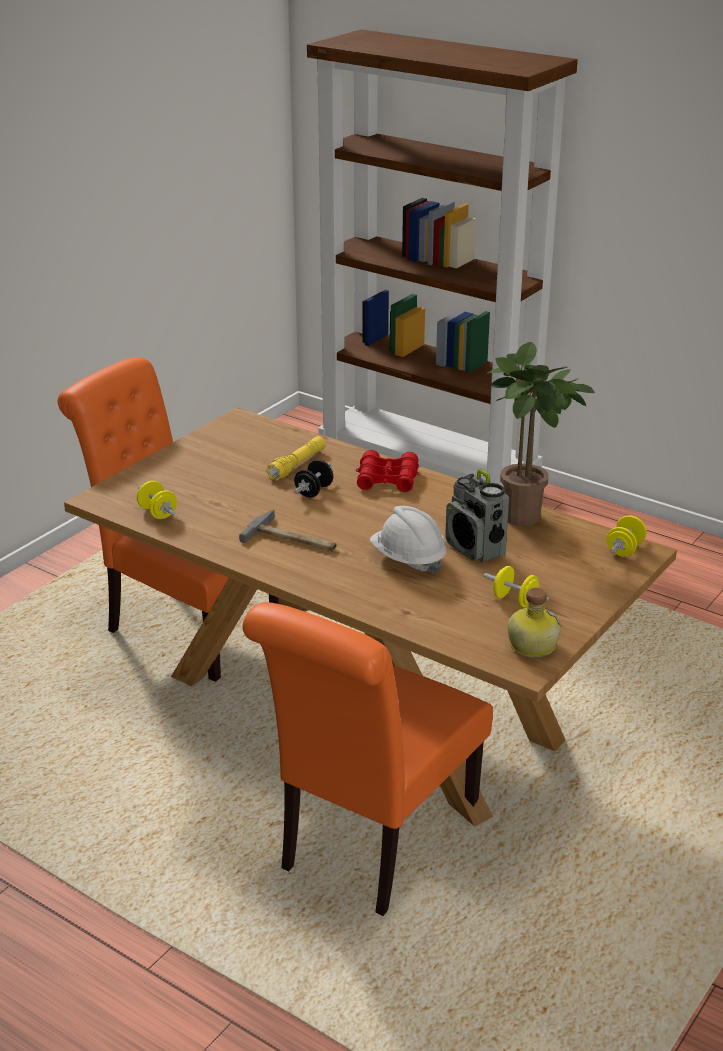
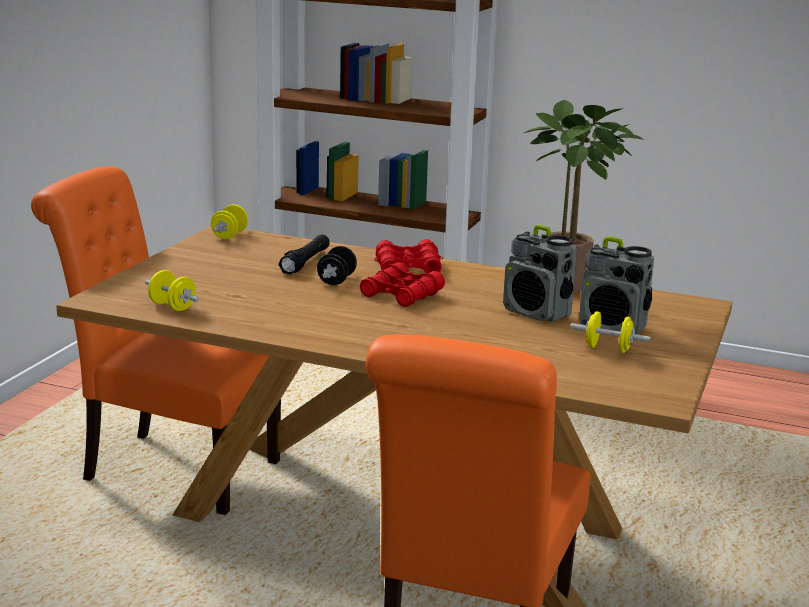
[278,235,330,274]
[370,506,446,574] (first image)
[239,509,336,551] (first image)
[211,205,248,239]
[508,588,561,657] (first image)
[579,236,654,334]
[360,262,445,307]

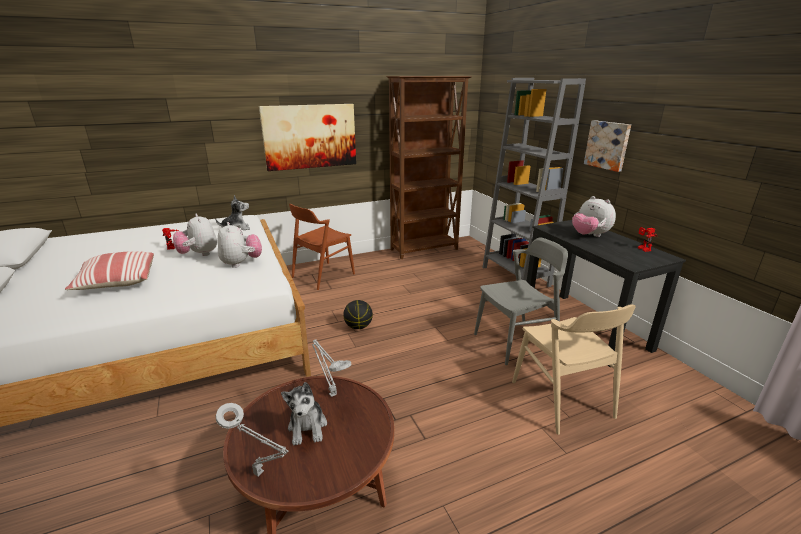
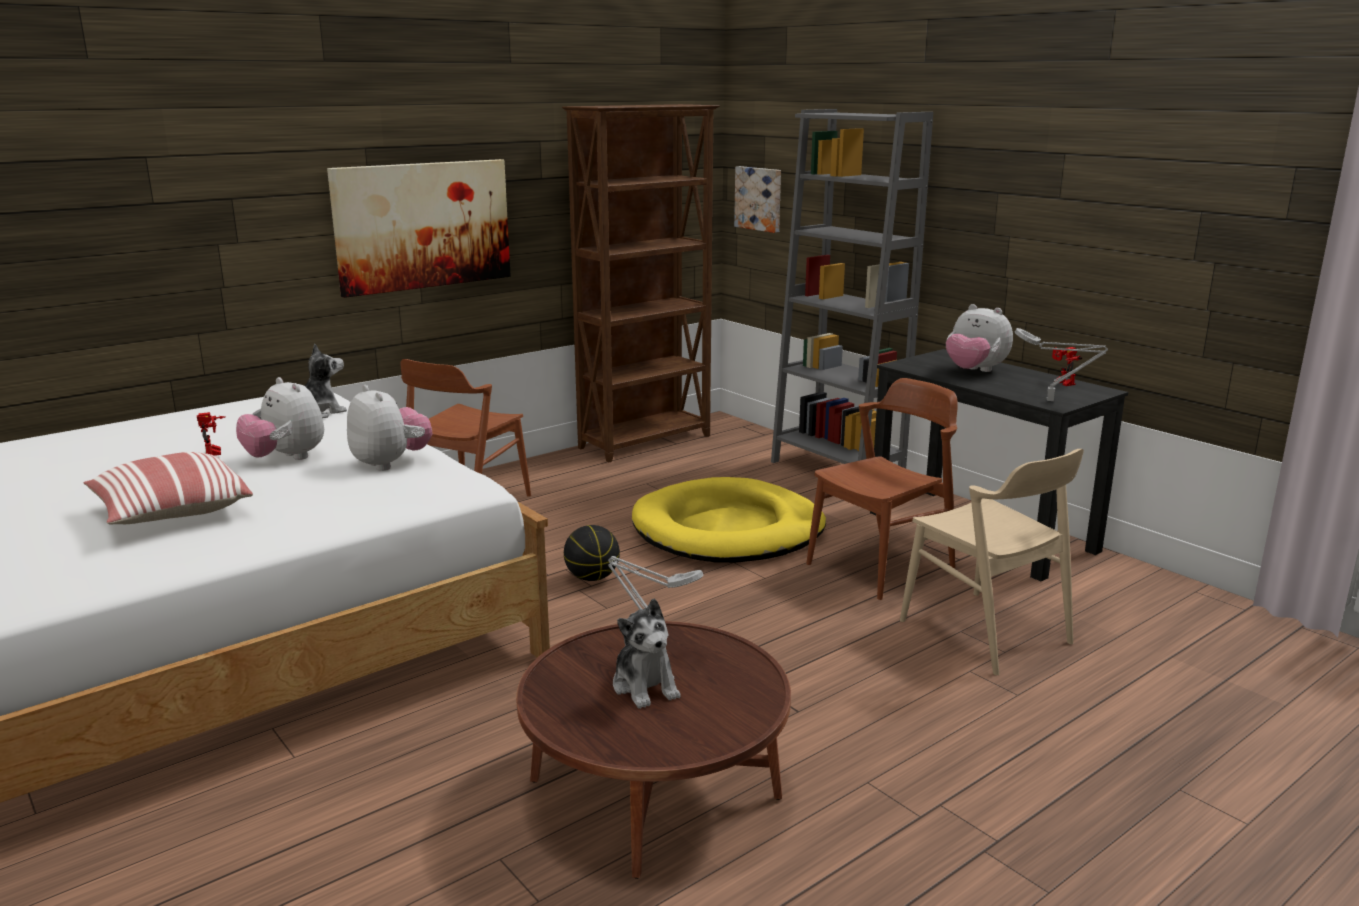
[734,166,781,233]
[806,378,958,600]
[1015,328,1108,401]
[632,477,826,563]

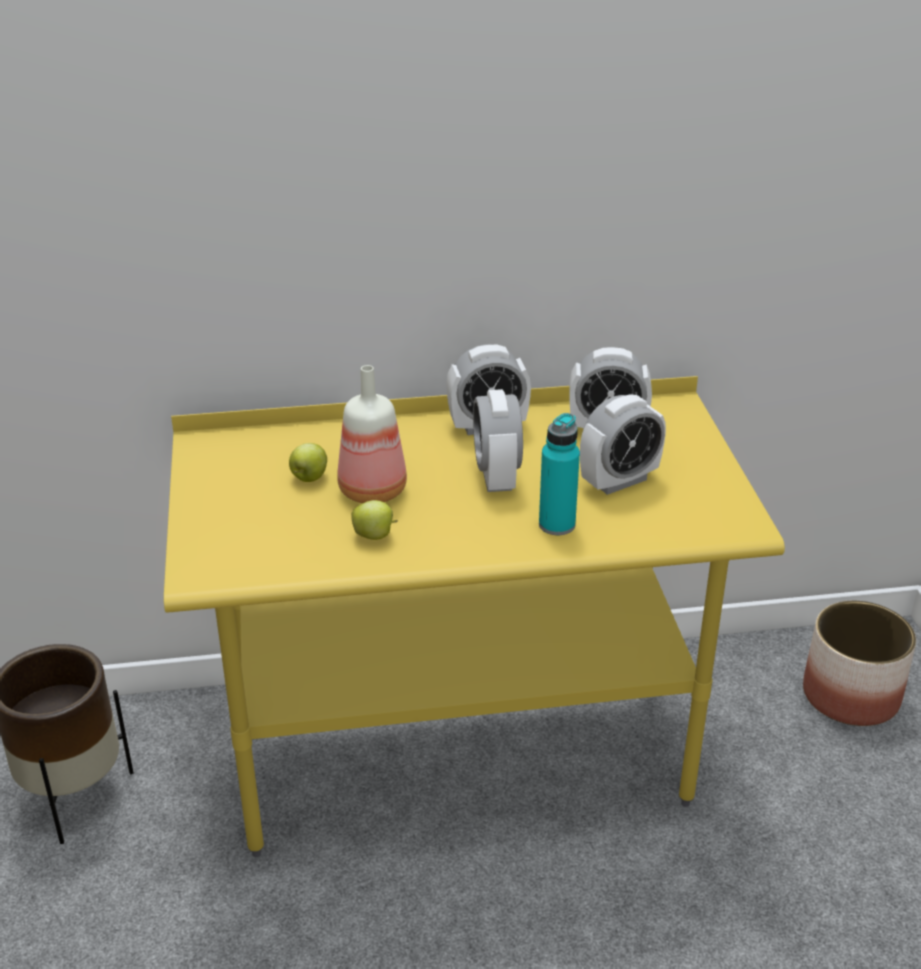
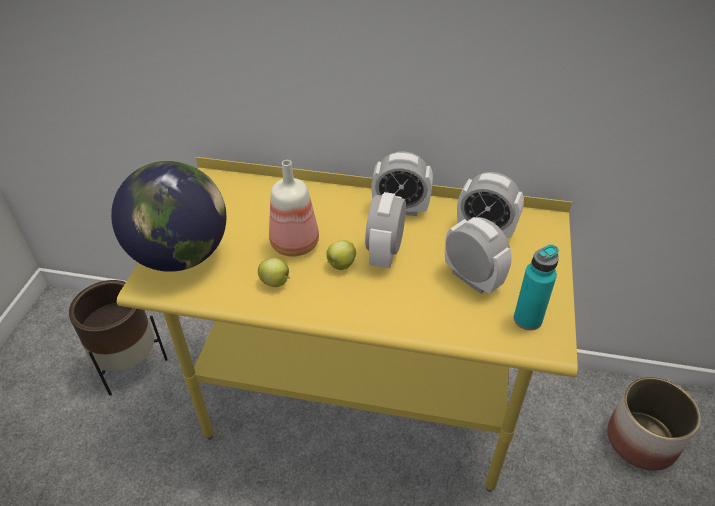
[445,217,512,294]
[514,245,559,330]
[326,240,356,270]
[111,161,226,272]

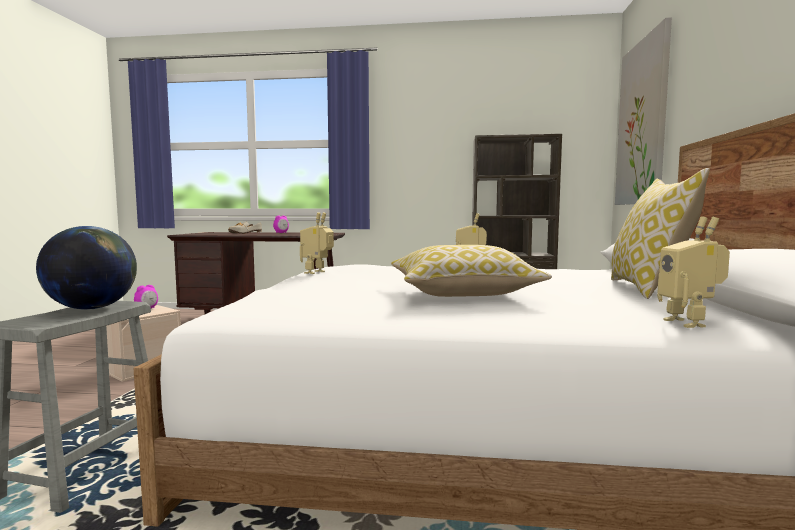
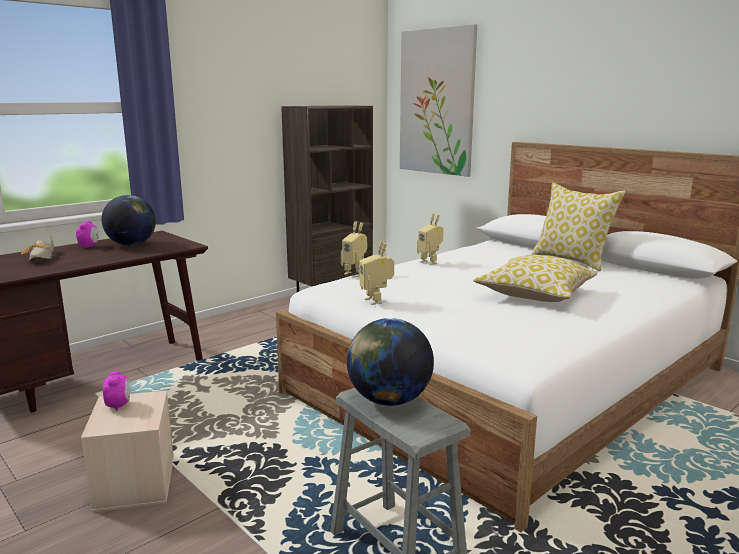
[341,221,367,277]
[101,195,156,246]

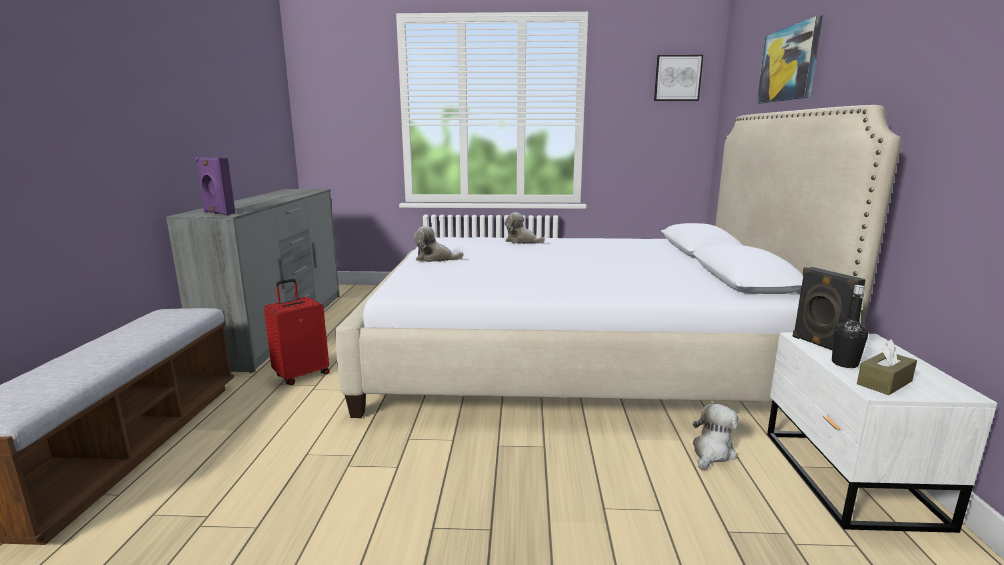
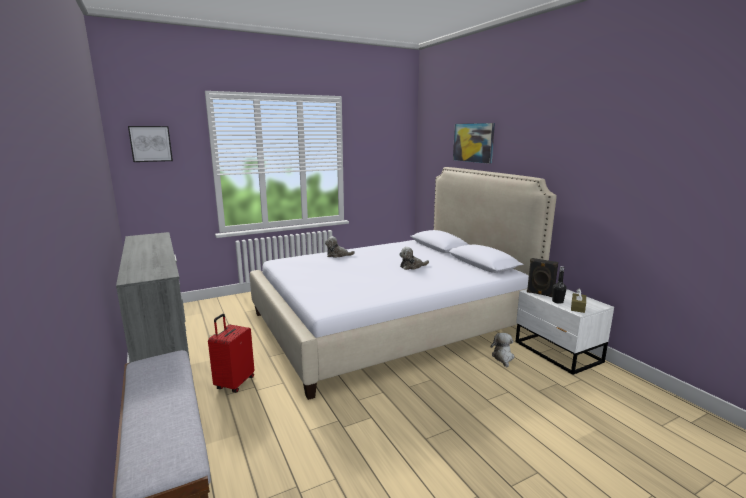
[128,126,173,162]
[195,157,236,215] (first image)
[399,247,429,270]

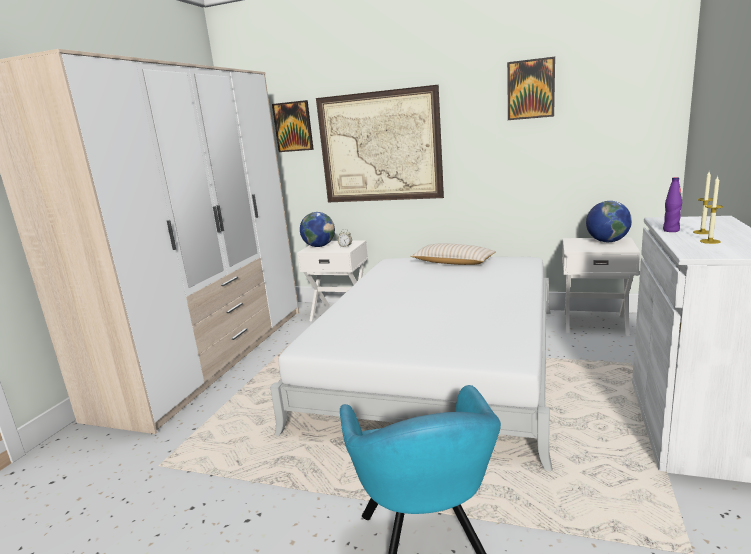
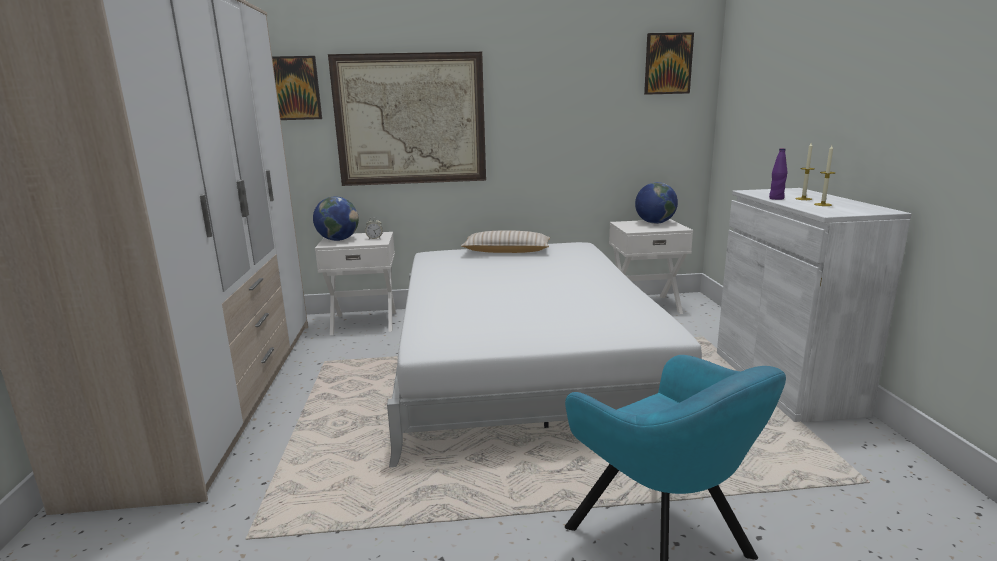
[644,32,694,95]

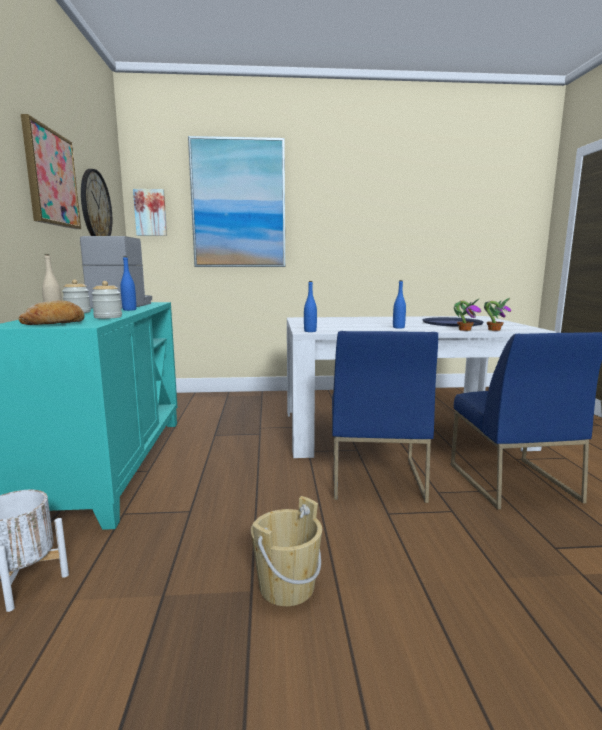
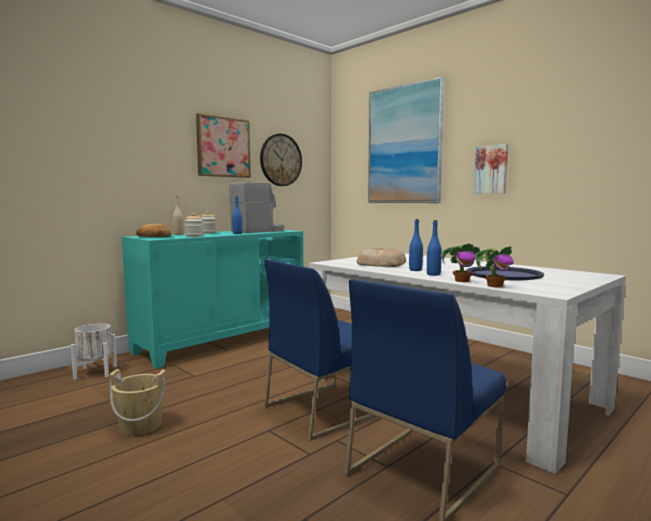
[474,144,508,194]
[427,220,442,276]
[357,248,406,267]

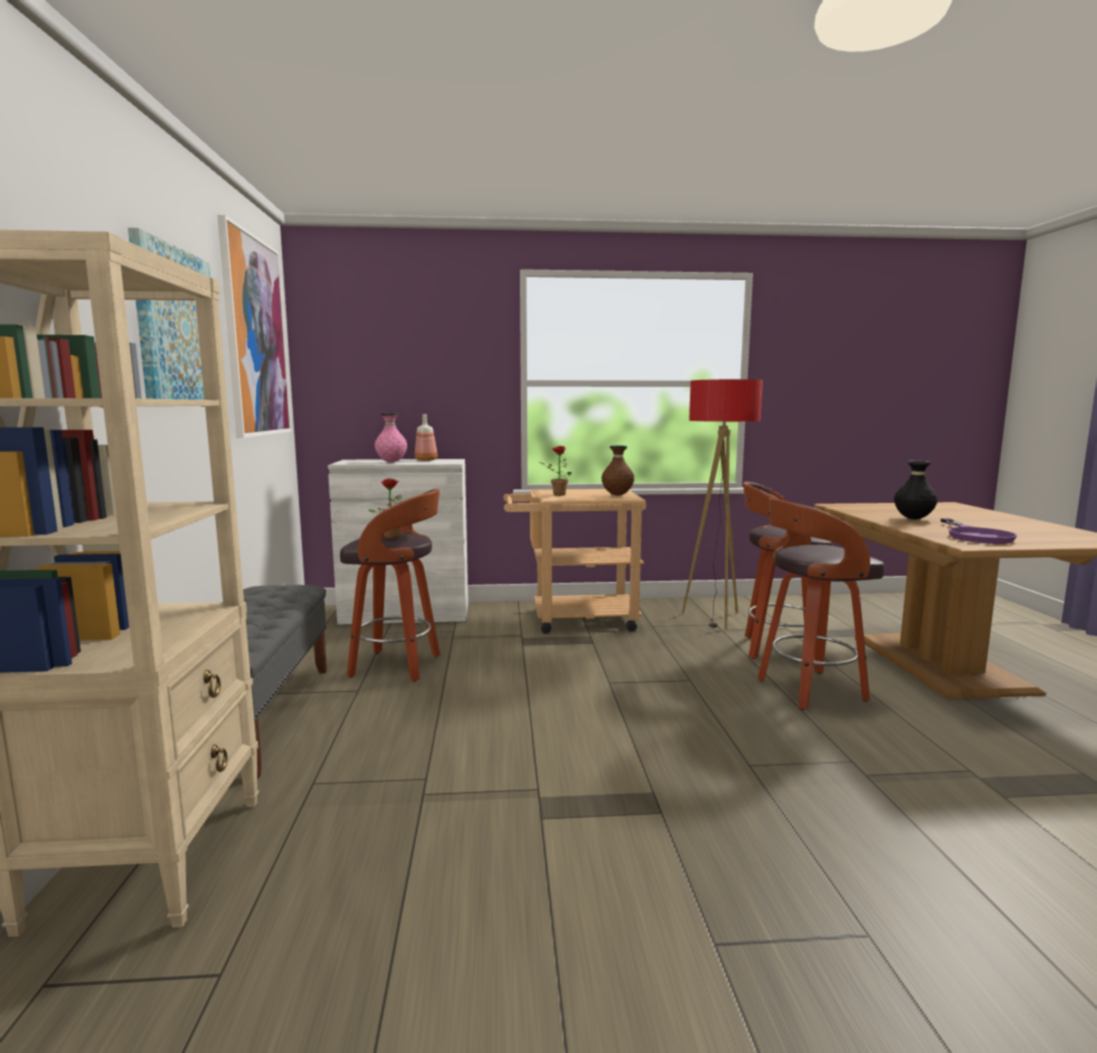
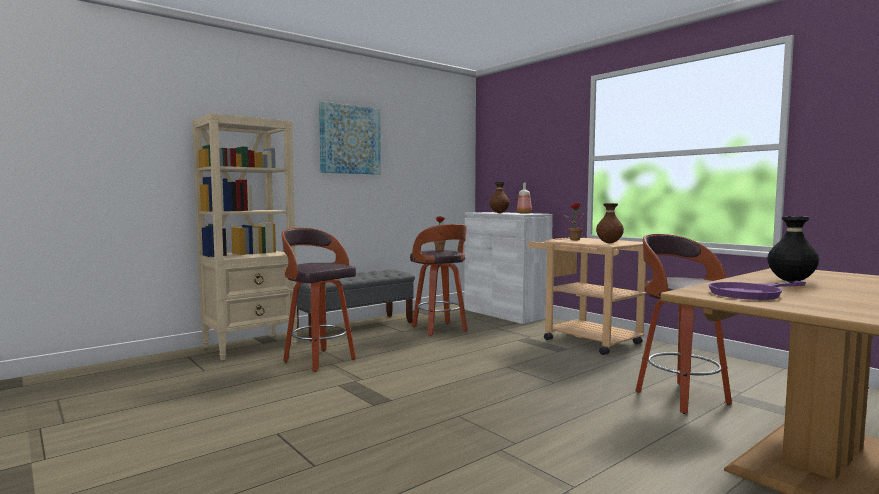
[217,215,291,438] (first image)
[682,379,763,630] (first image)
[489,182,510,213]
[282,227,356,372]

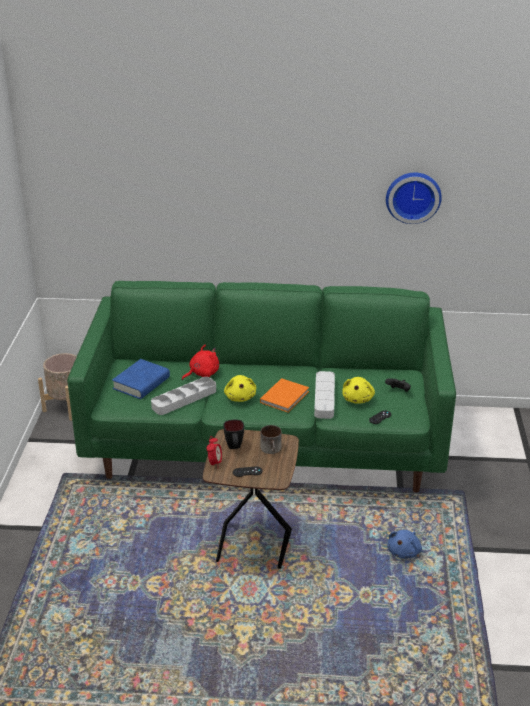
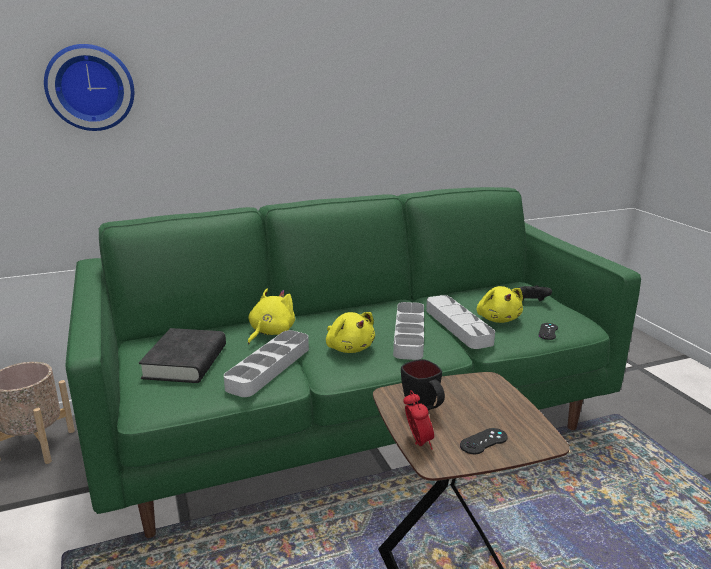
[44,44,134,131]
[248,289,295,344]
[139,328,226,383]
[393,302,424,360]
[260,425,282,454] (first image)
[387,530,422,559] (first image)

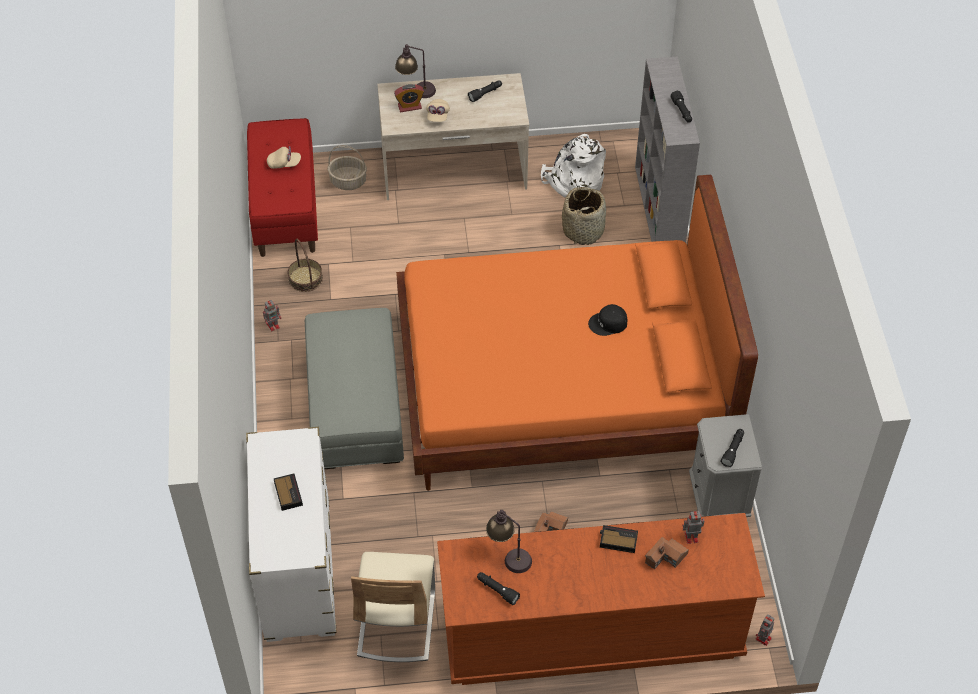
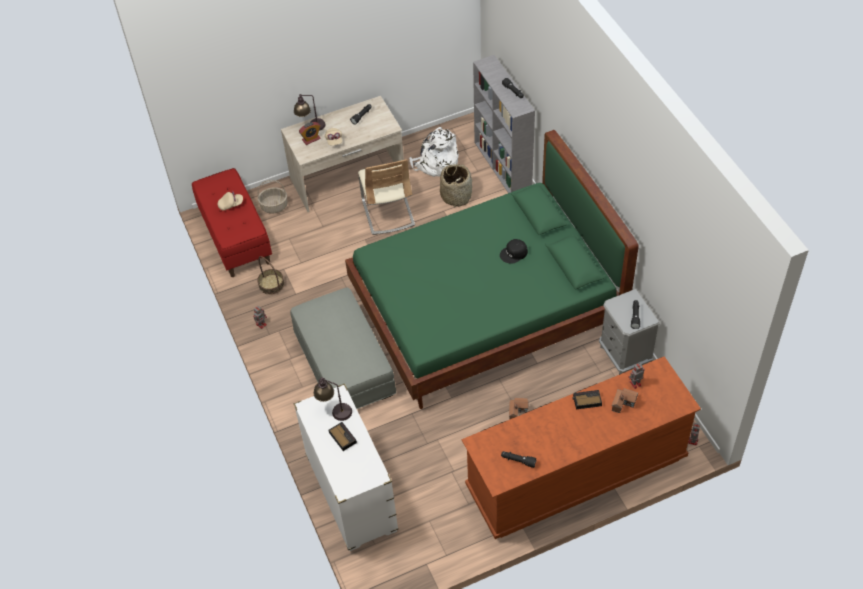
[345,130,639,409]
[313,377,352,421]
[358,159,415,235]

